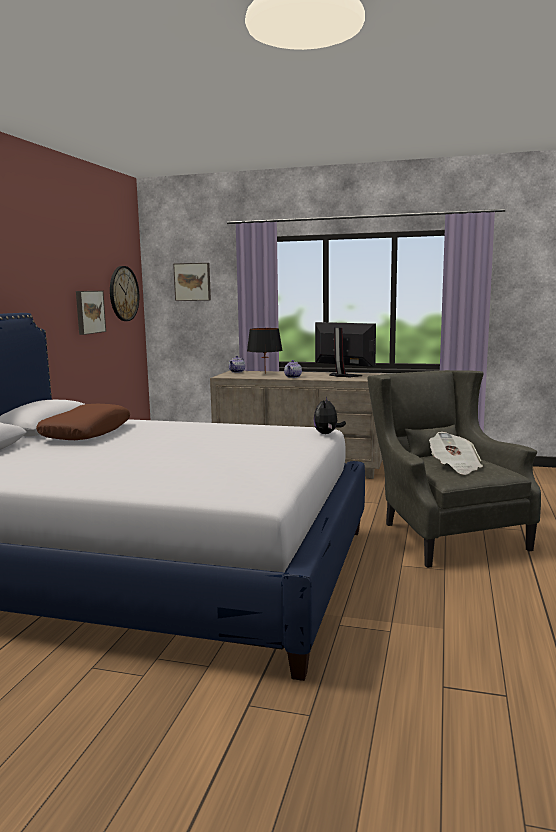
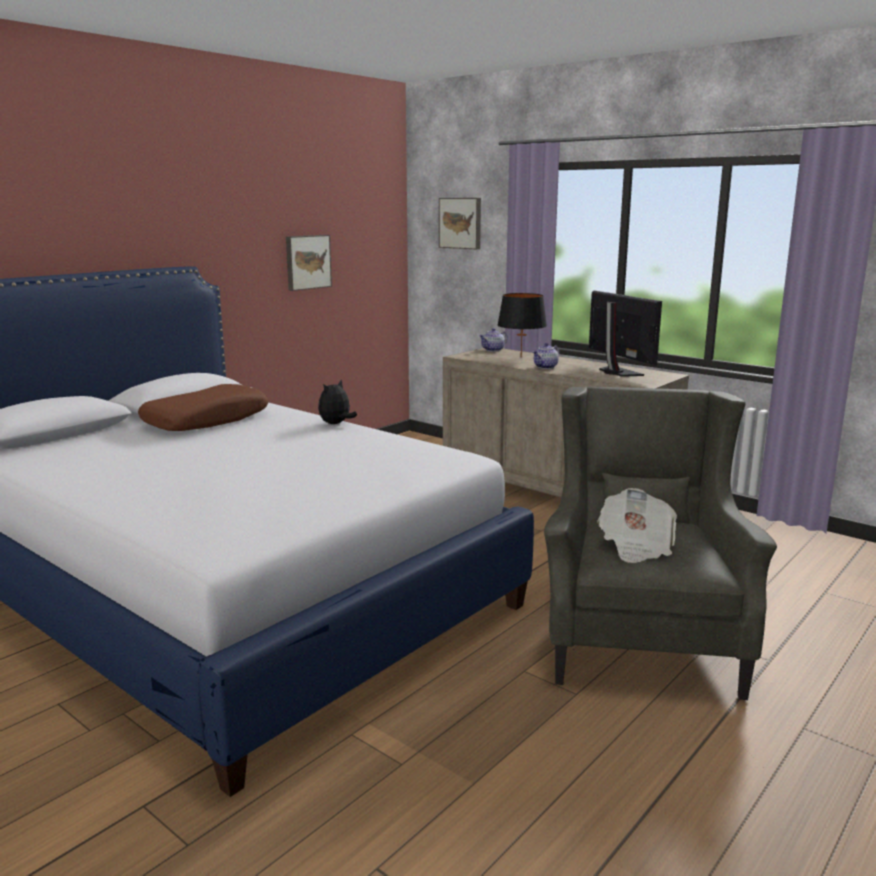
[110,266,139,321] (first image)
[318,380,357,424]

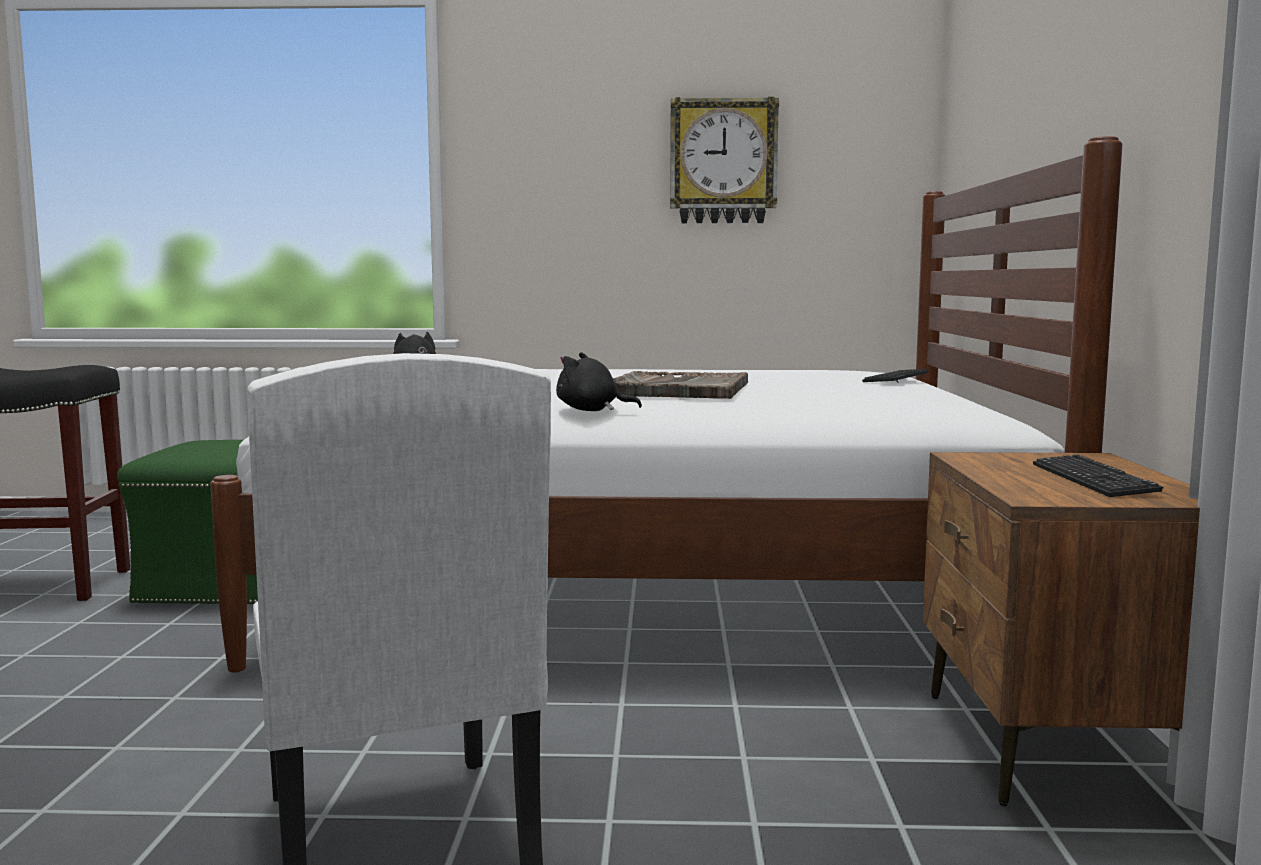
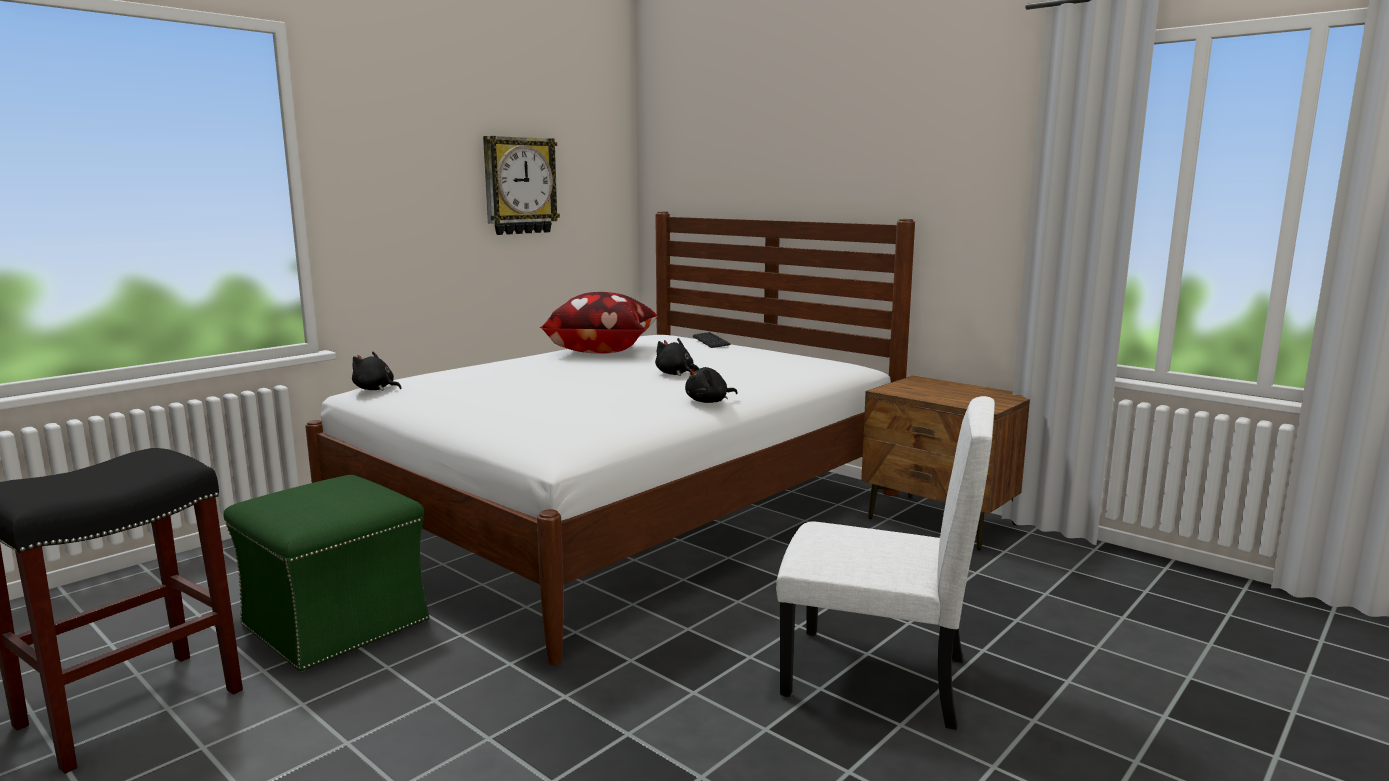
[655,338,694,376]
[1033,454,1164,497] (first image)
[539,292,658,354]

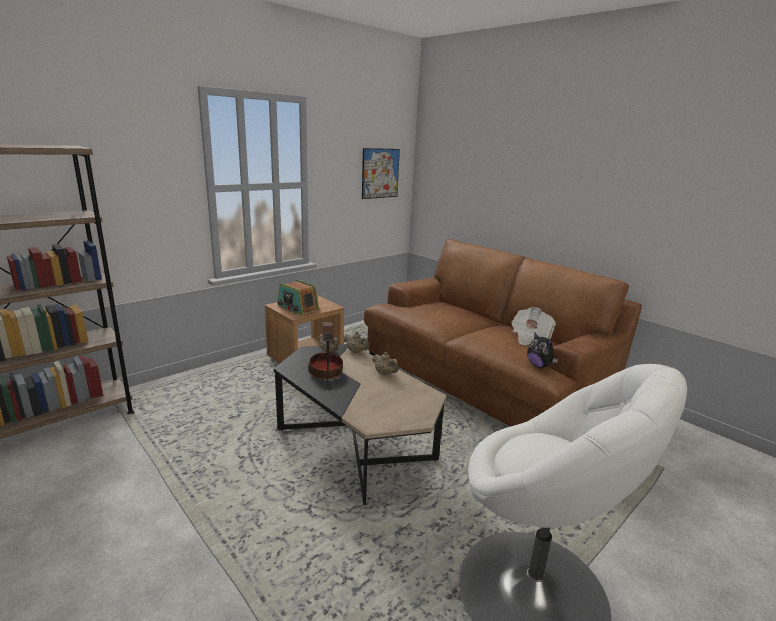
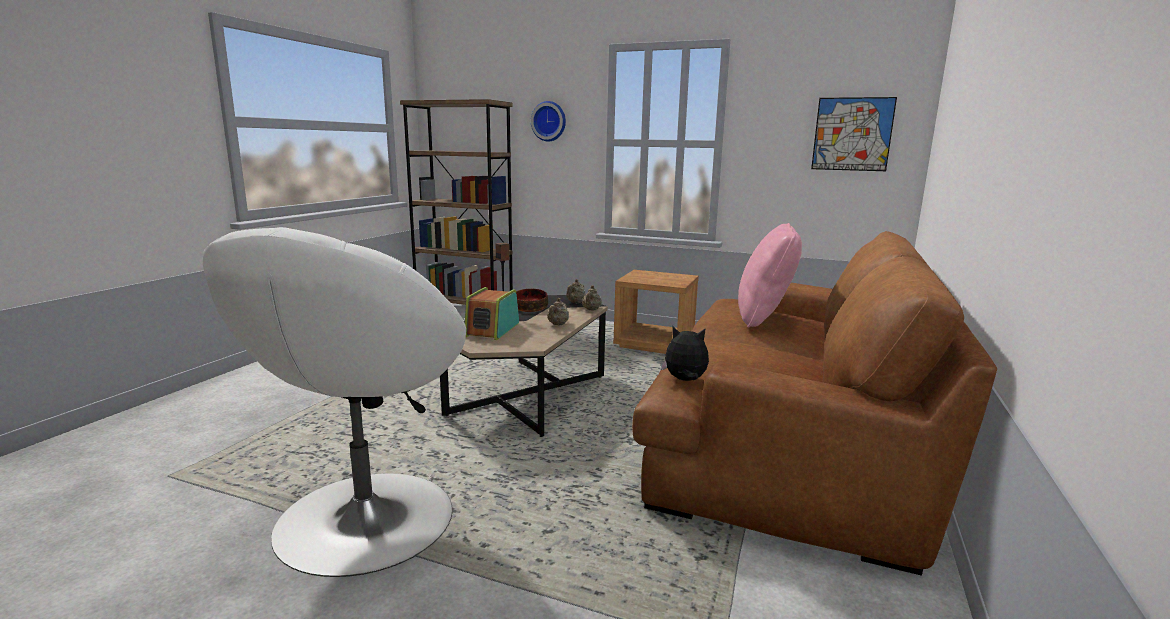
[464,287,519,340]
[511,307,556,345] (first image)
[661,327,709,381]
[531,101,566,141]
[738,223,802,327]

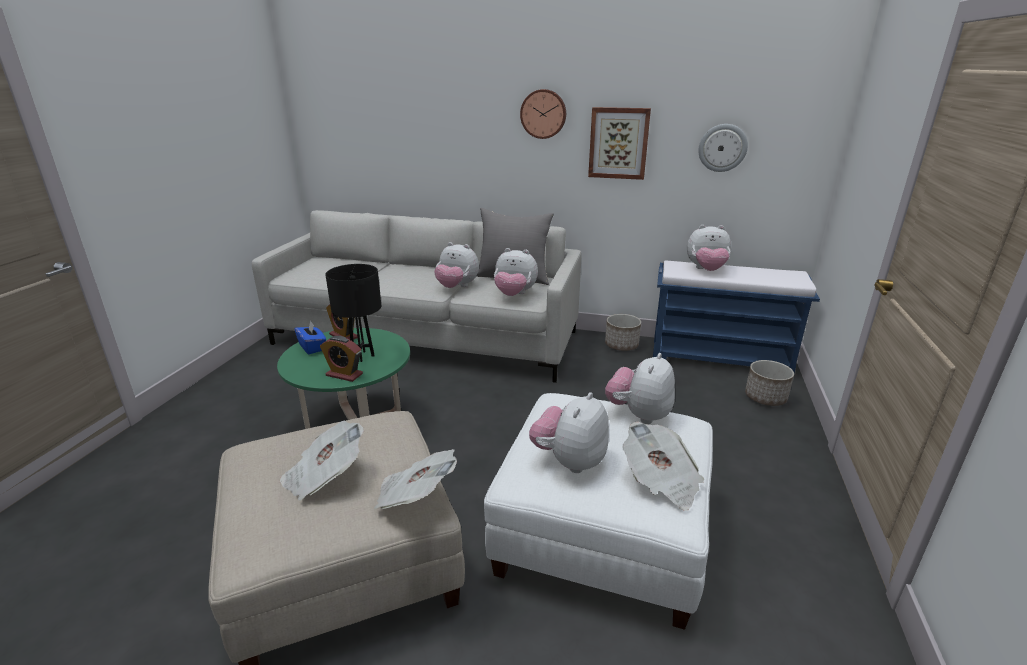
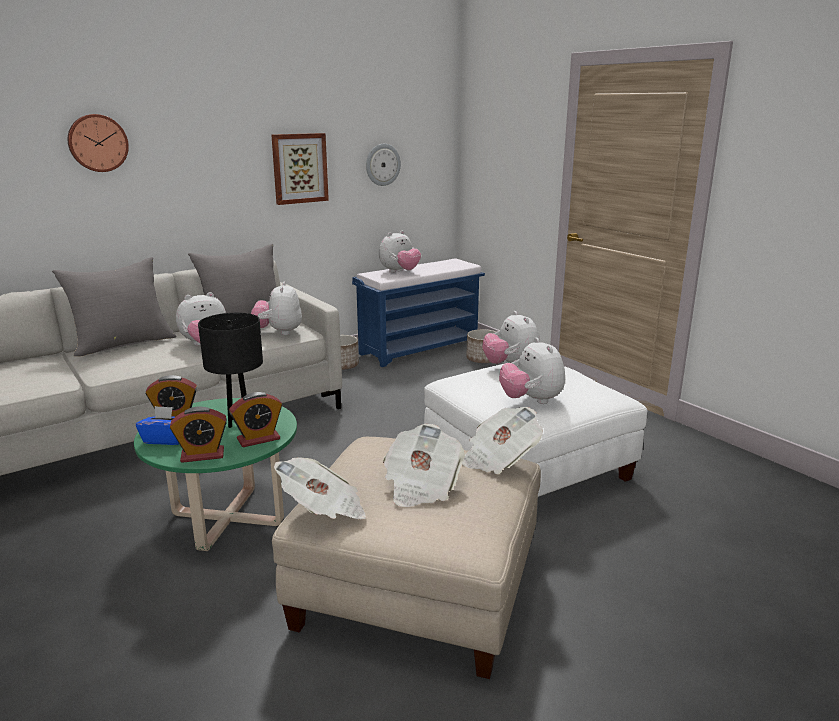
[68,114,129,172]
[251,282,302,335]
[274,458,366,520]
[52,257,176,357]
[170,407,227,463]

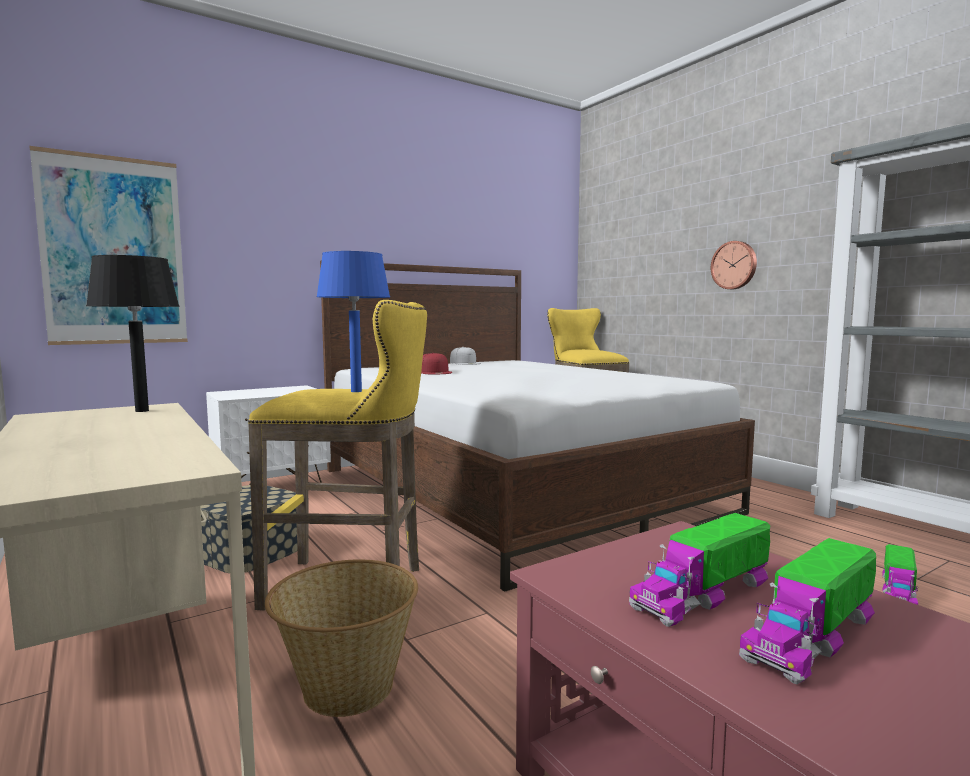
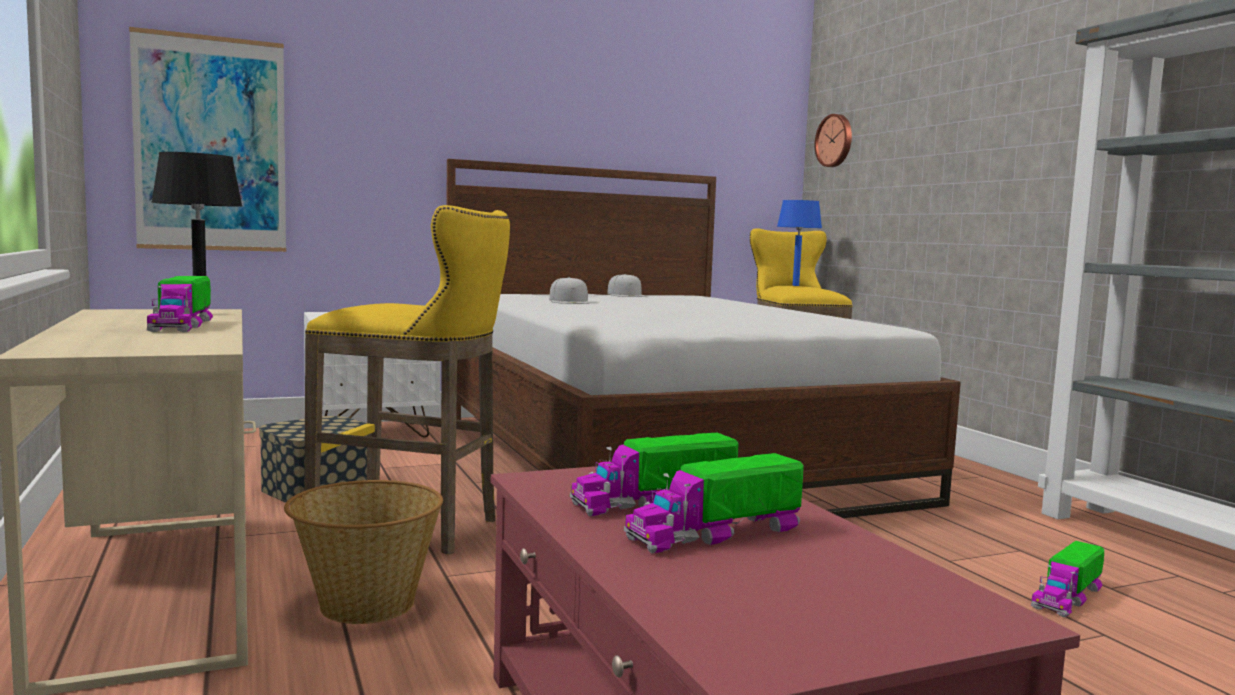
[815,114,852,167]
[777,200,822,286]
[549,277,590,304]
[147,276,213,332]

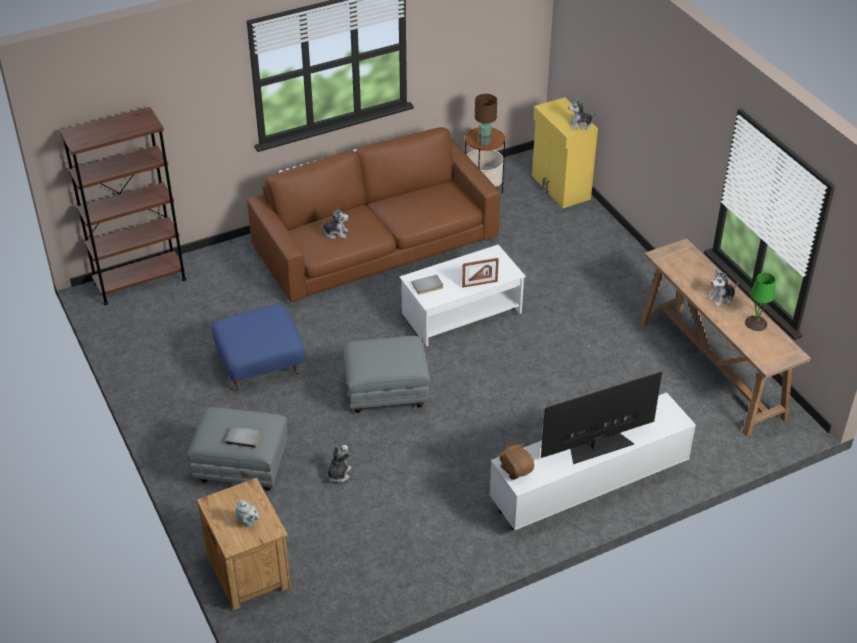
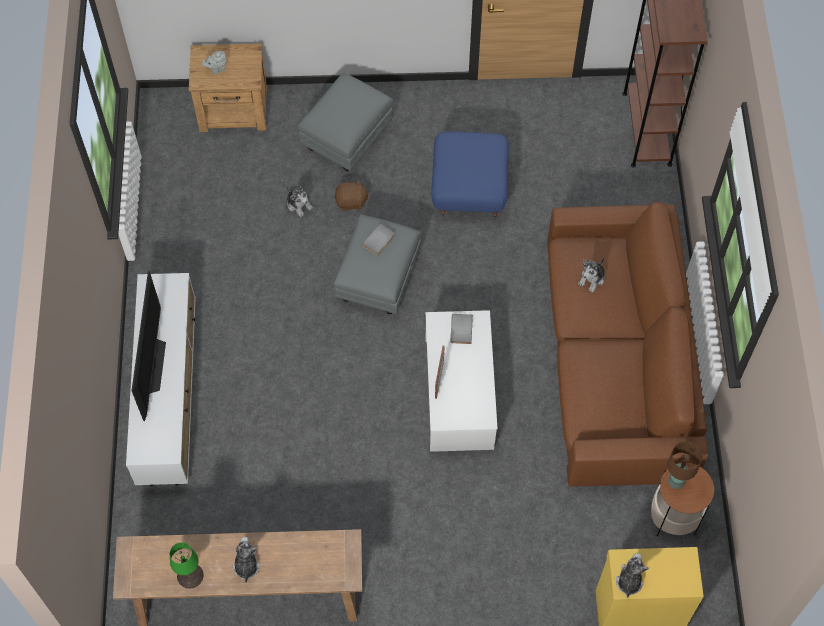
[362,223,395,255]
[334,180,370,211]

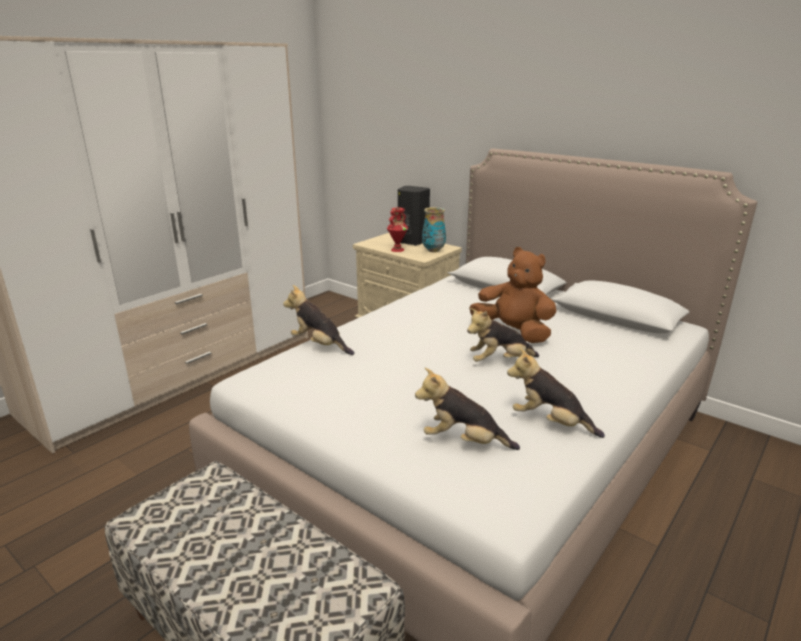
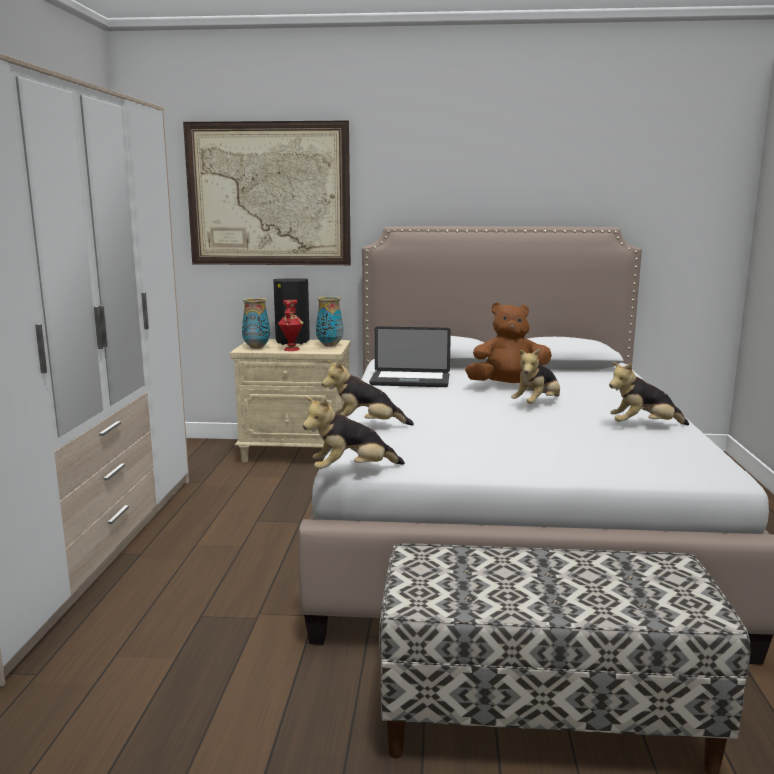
[303,397,405,469]
[183,120,351,265]
[242,298,270,349]
[369,326,451,387]

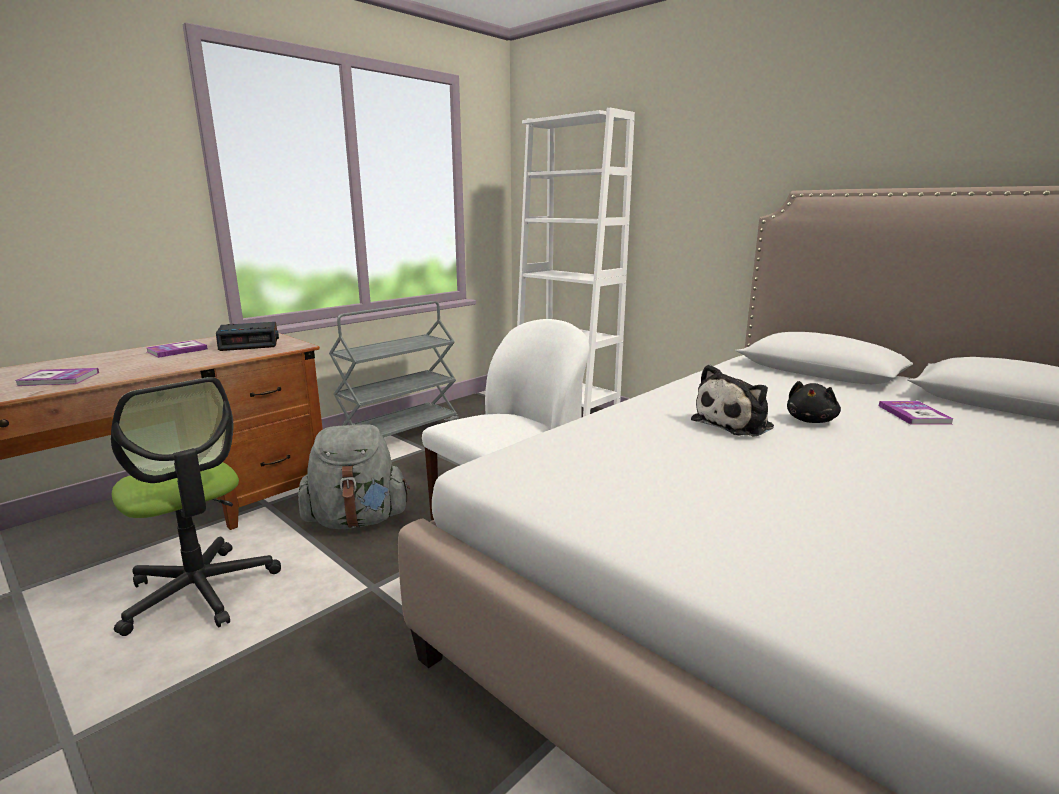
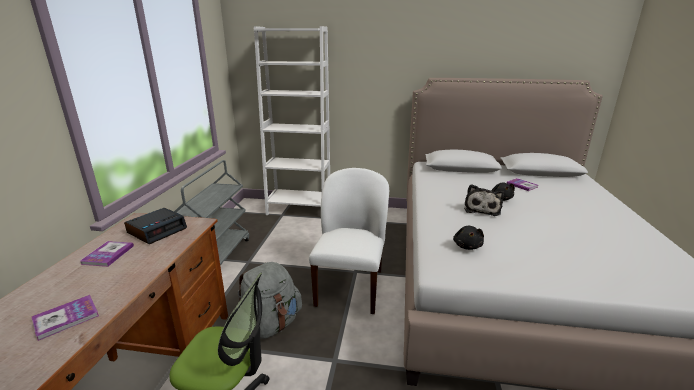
[453,226,484,250]

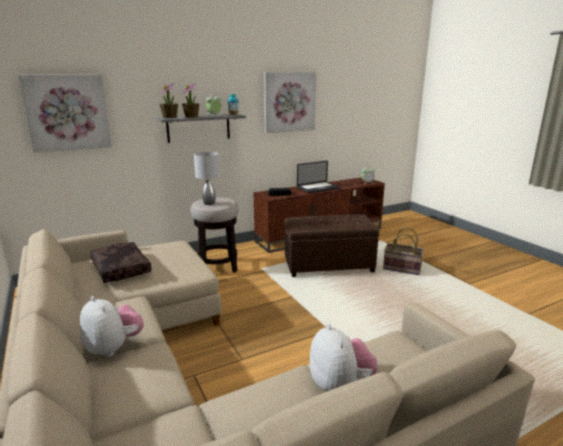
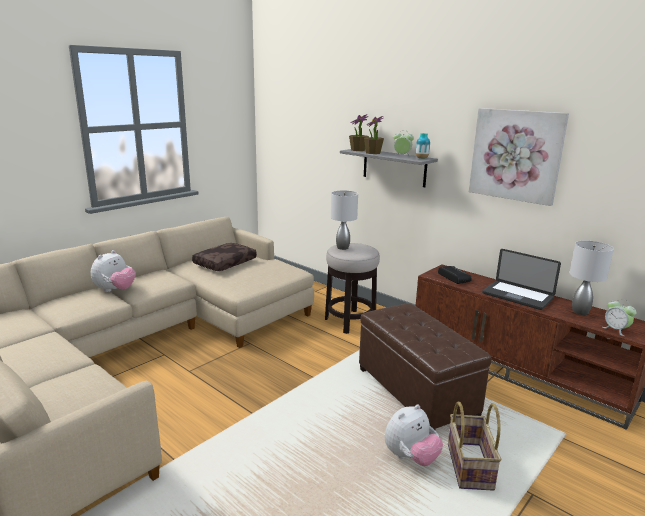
[18,75,112,153] (first image)
[385,404,443,466]
[570,241,614,315]

